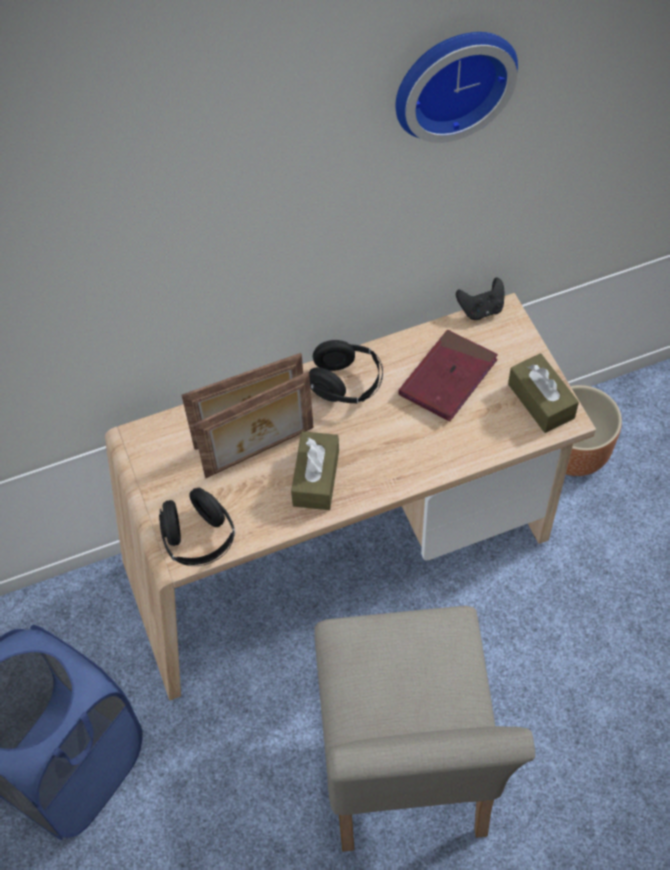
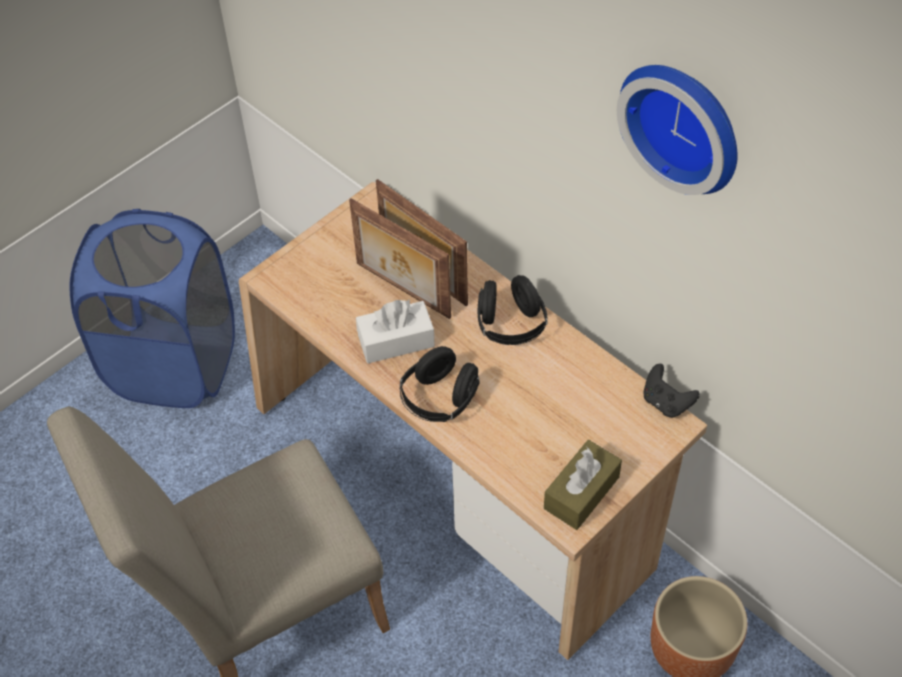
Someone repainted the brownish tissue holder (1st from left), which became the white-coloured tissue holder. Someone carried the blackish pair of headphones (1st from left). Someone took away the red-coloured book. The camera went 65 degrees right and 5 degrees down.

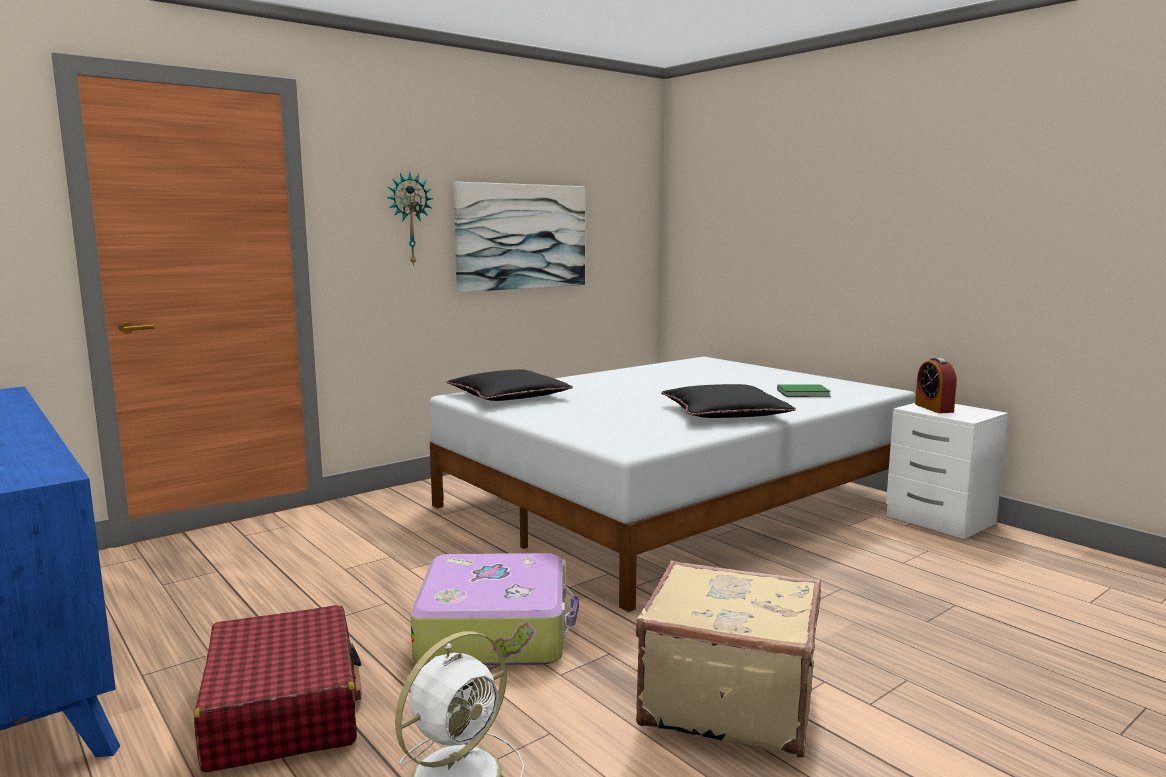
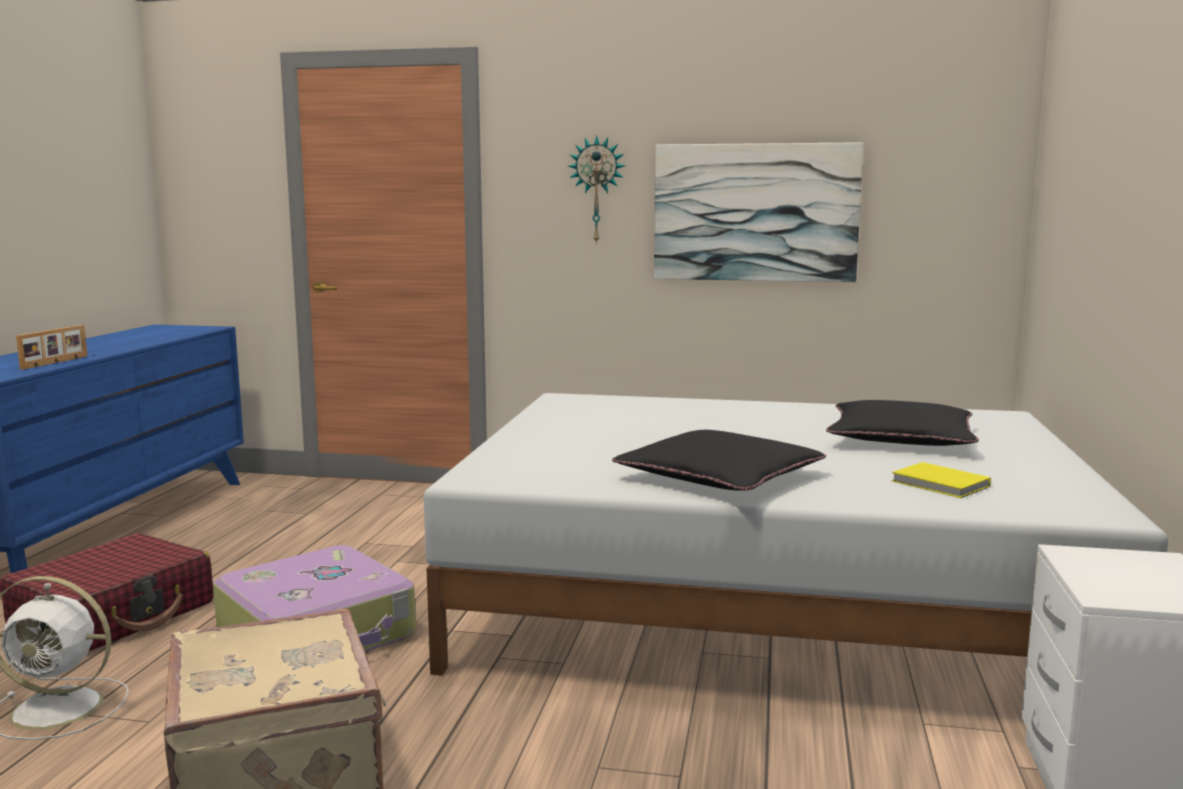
Someone put down the picture frame. Someone carried the blackish pillow (1st from left in the first image). Someone repainted the greenish book, which became the yellow-coloured book. Someone took away the alarm clock. The camera went 50 degrees right and 0 degrees up.

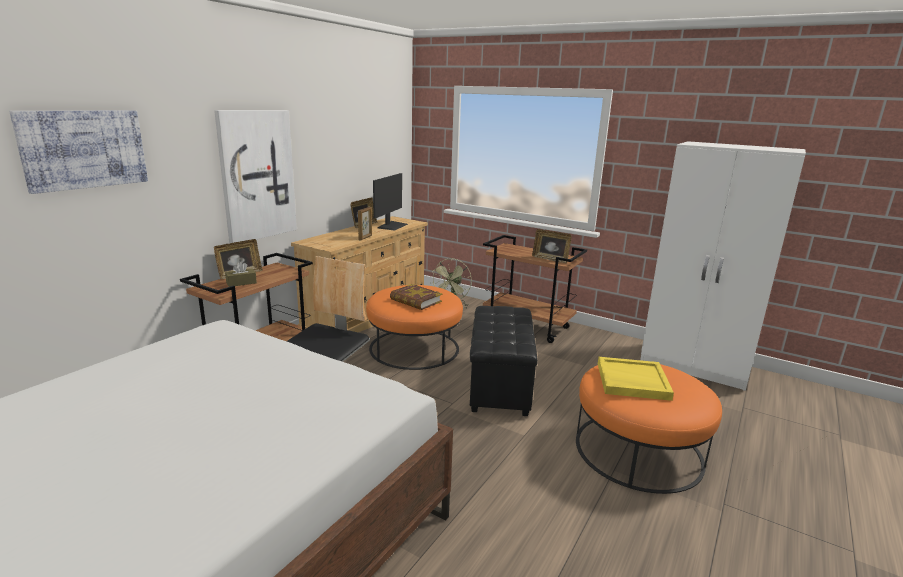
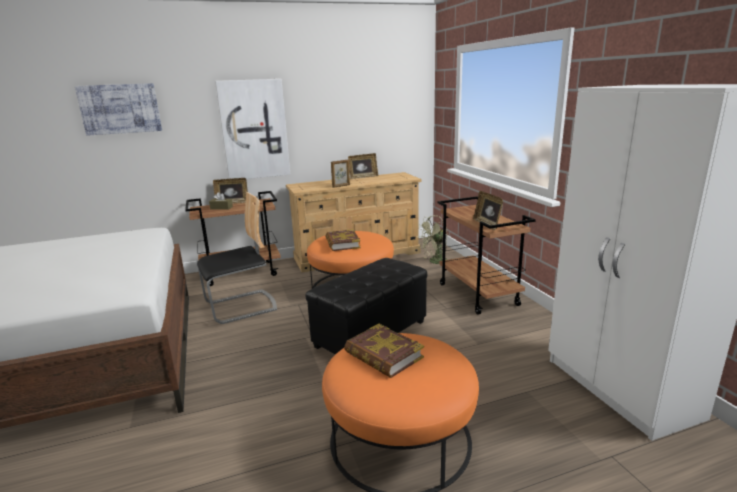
Someone swapped the yellow-coloured carrying tray for the book (2nd from left). Someone took away the computer screen. The camera went 40 degrees right and 0 degrees up.

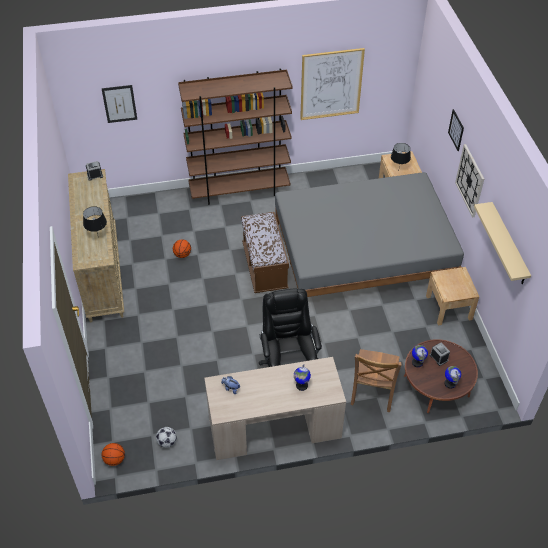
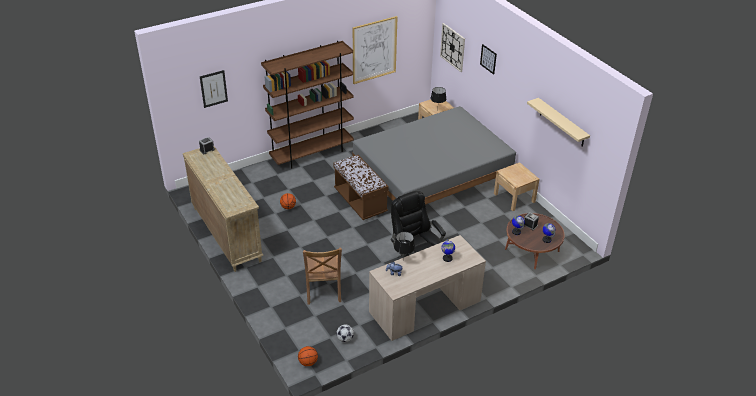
Someone carried the brownish plain chair. Someone carried the blackish table lamp (1st from left). Someone carried the wall clock. The camera went 20 degrees left and 10 degrees down.

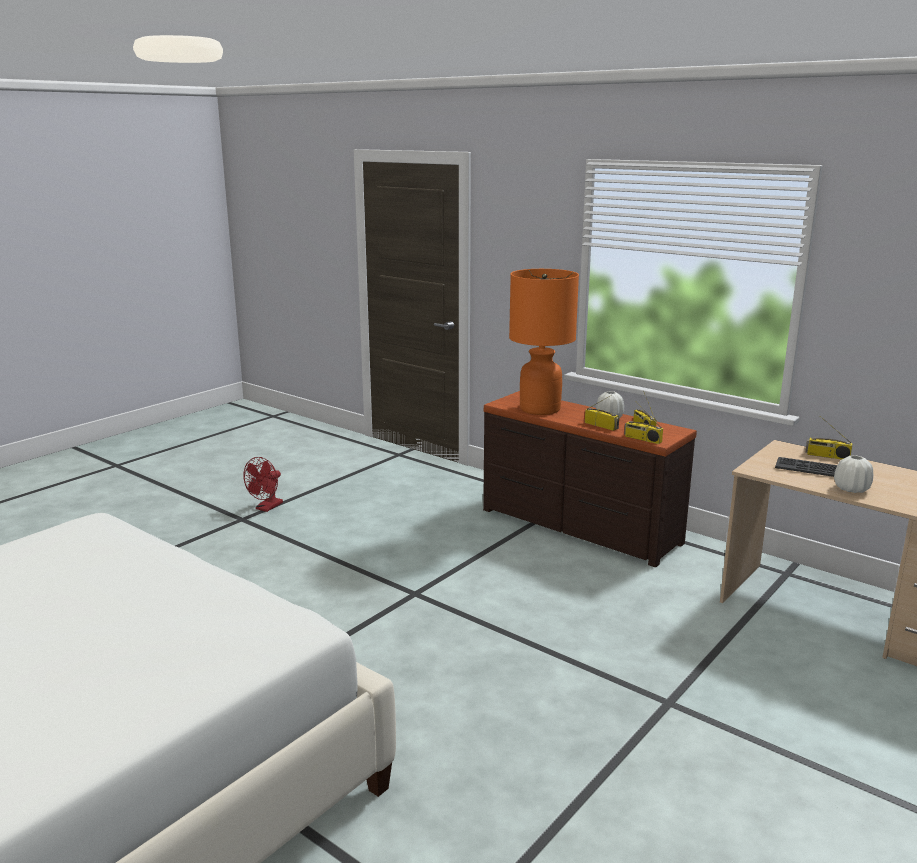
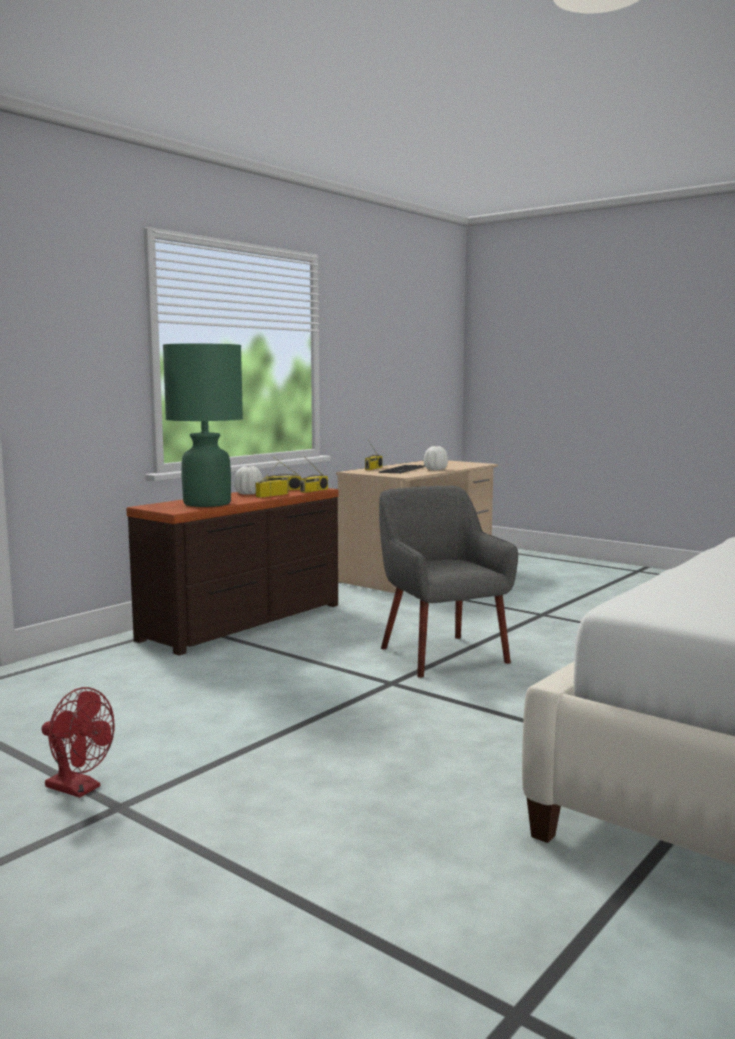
Someone repainted the orange table lamp, which became the greenish table lamp. Someone put down the gray armchair. The camera went 90 degrees left and 10 degrees down.

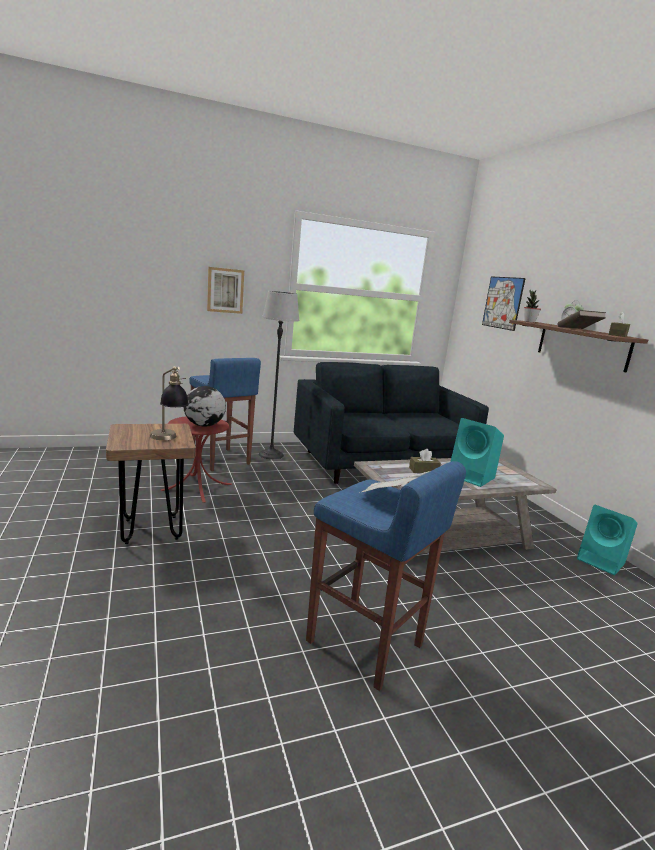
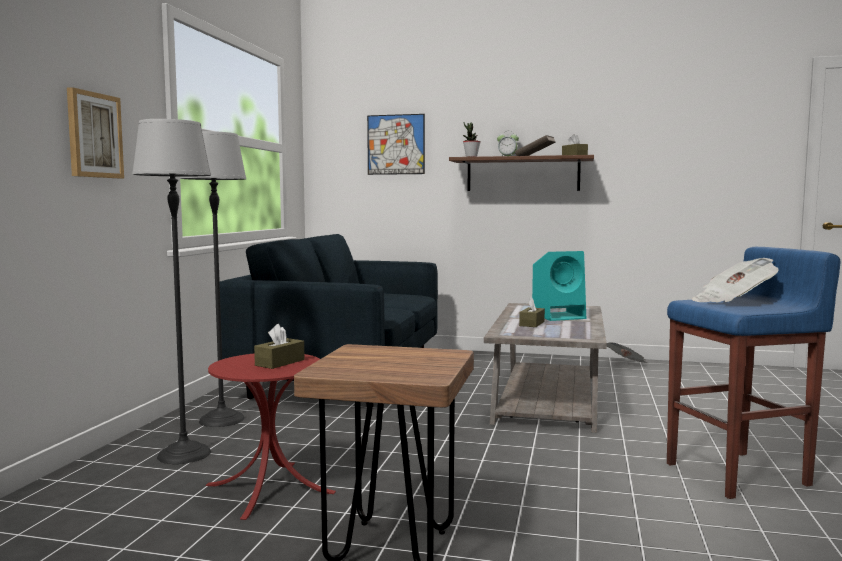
Someone swapped the blue stool (1st from left) for the standing lamp (1st from left). Someone swapped the world globe for the brownish tissue holder (1st from left). Someone swapped the turquoise-coloured loudspeaker (2nd from left) for the newspaper (1st from left). Someone took away the table lamp. The camera went 55 degrees left and 10 degrees down.

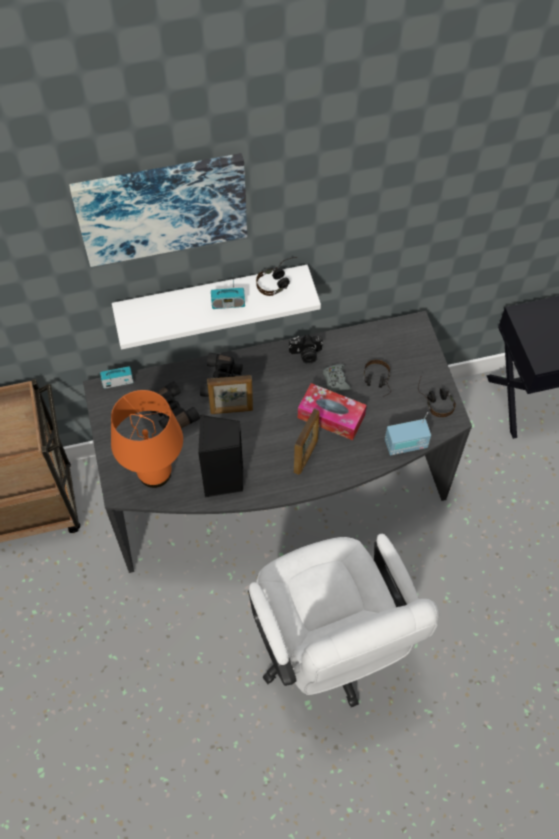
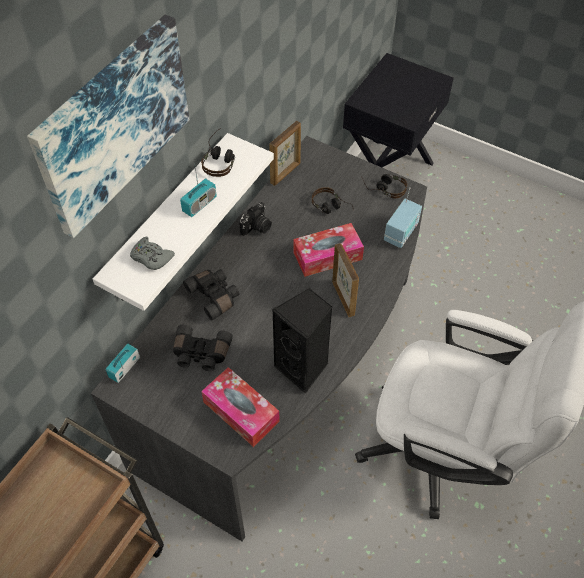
Someone carried the gray joypad. Someone swapped the orange table lamp for the tissue holder (1st from left). Someone carried the picture frame (1st from left). The camera went 45 degrees left and 5 degrees down.

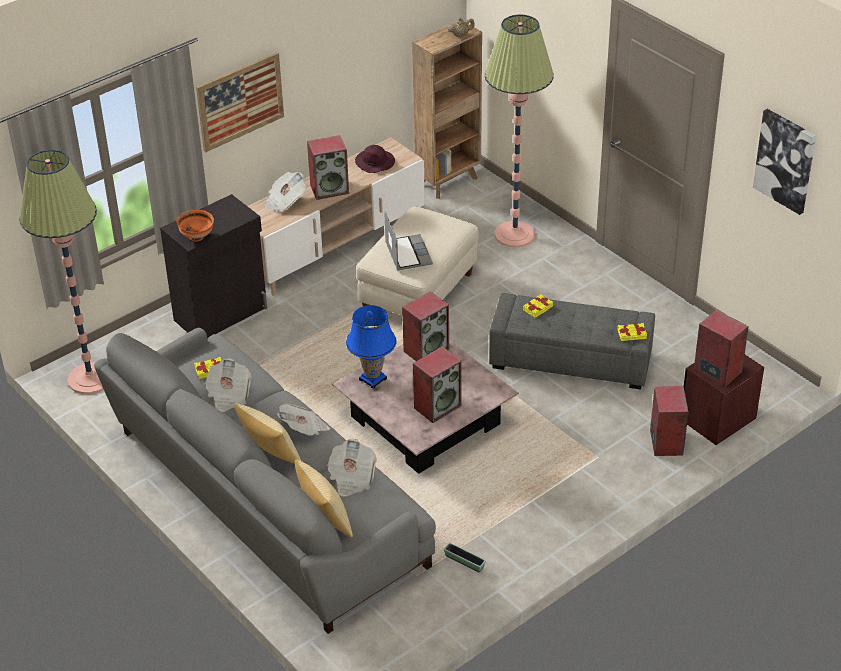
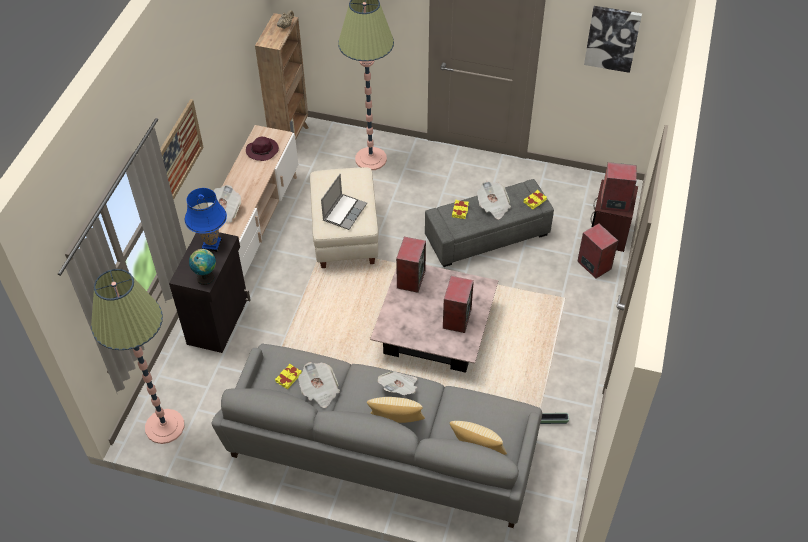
Someone carried the blue table lamp. Someone swapped the orange deep dish for the world globe. Someone rotated the laptop by 75 degrees clockwise. Someone carried the newspaper (4th from left). Someone took away the loudspeaker (1st from left). The camera went 35 degrees left and 10 degrees up.

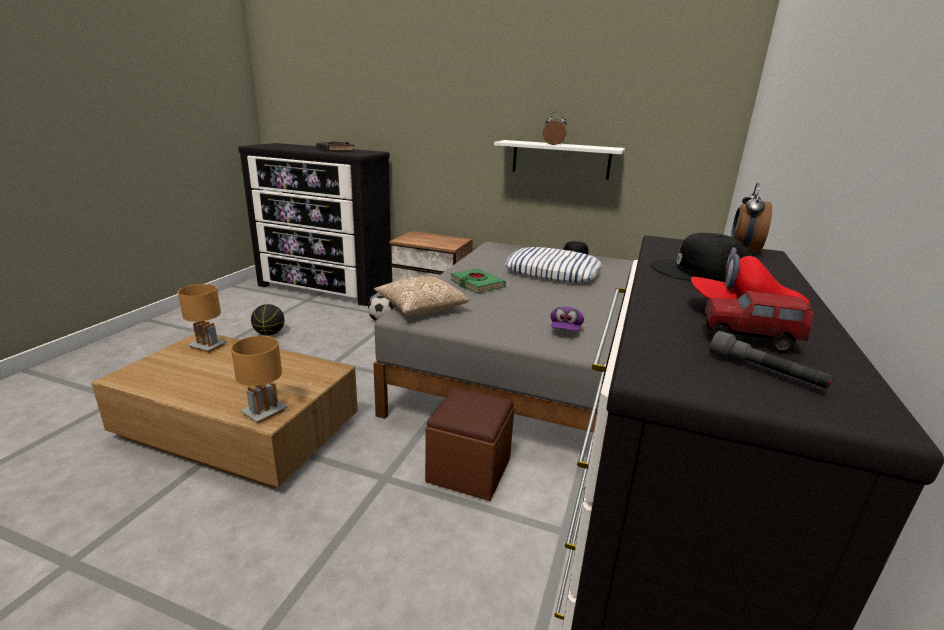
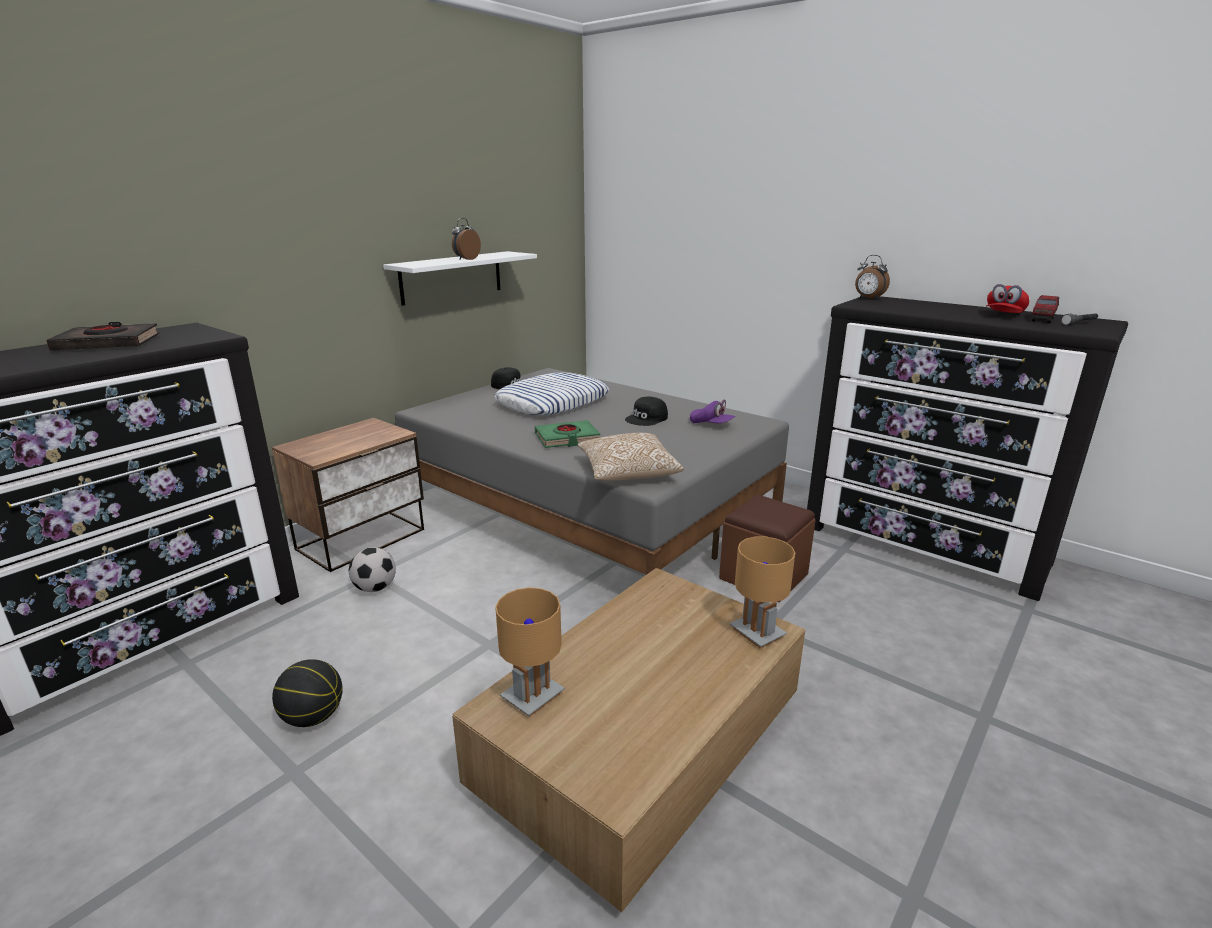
Someone carried the blackish cap (2nd from left). The camera went 70 degrees left and 0 degrees up.

